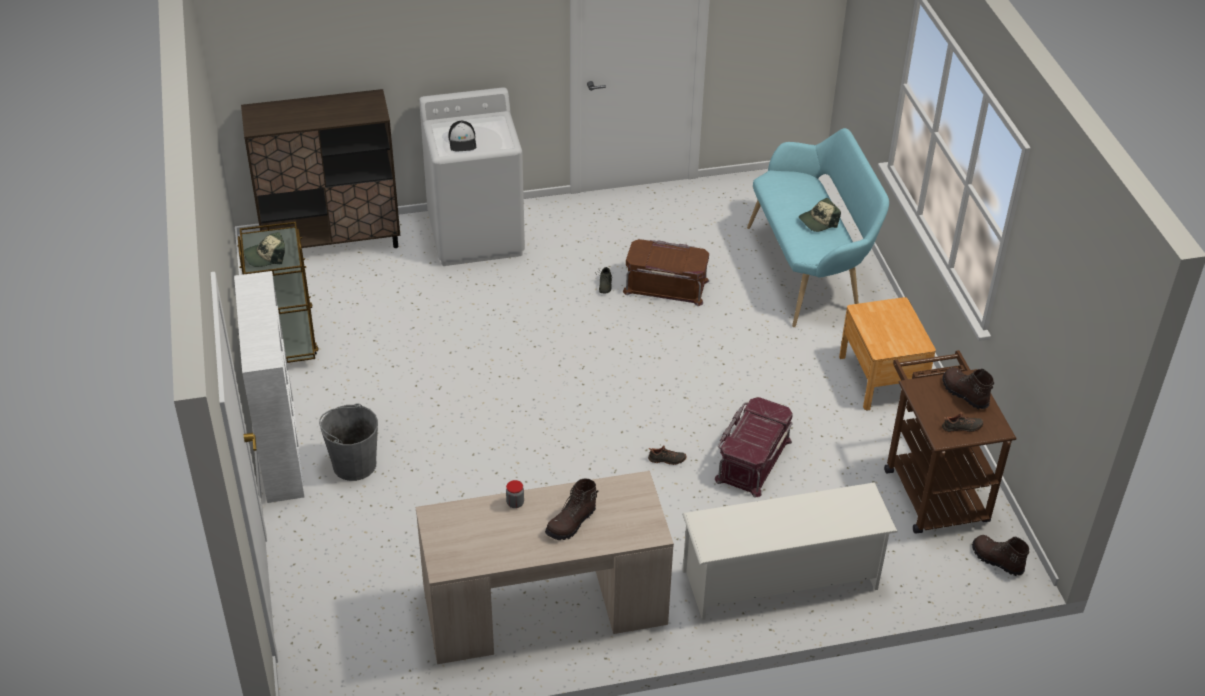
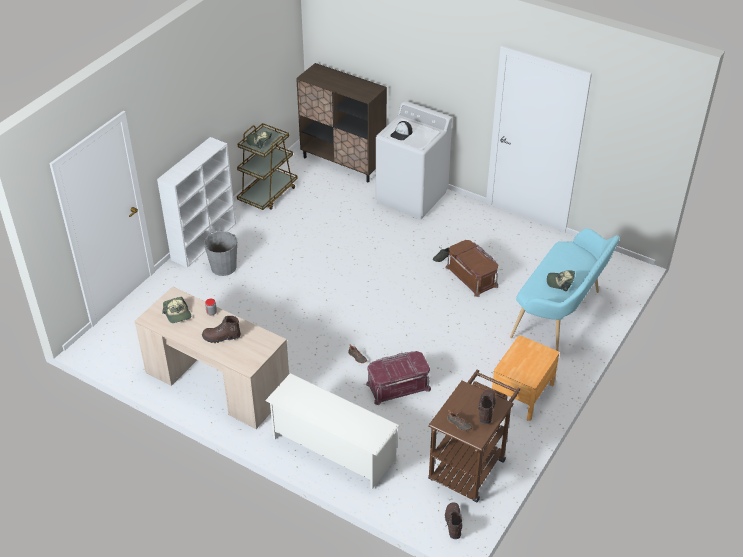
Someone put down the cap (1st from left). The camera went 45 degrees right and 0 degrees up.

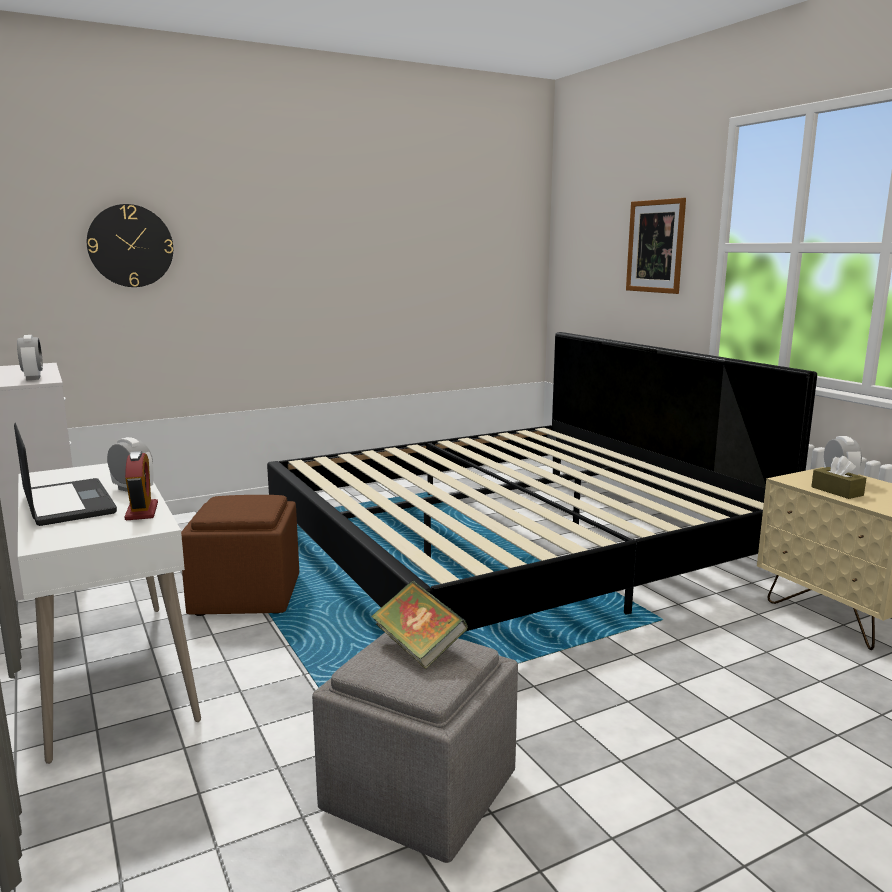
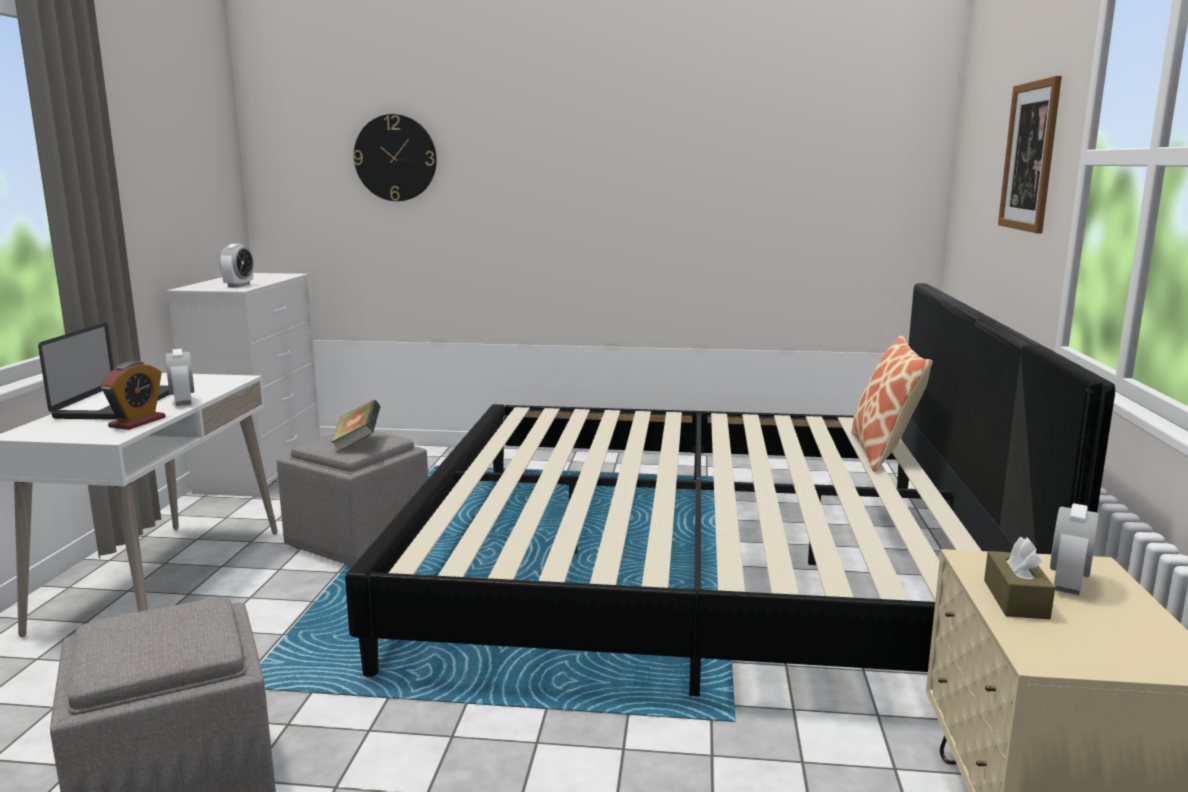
Someone repainted the brownish pouffe, which became the gray pouffe (2nd from left). Someone carried the book. Someone put down the pillow. The camera went 35 degrees right and 0 degrees up.

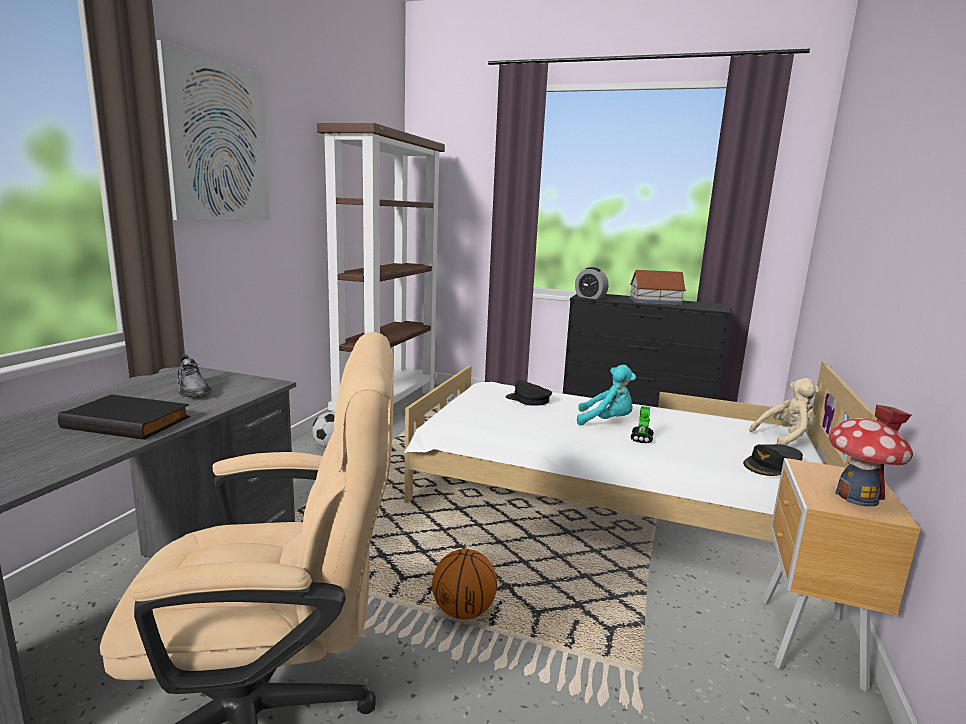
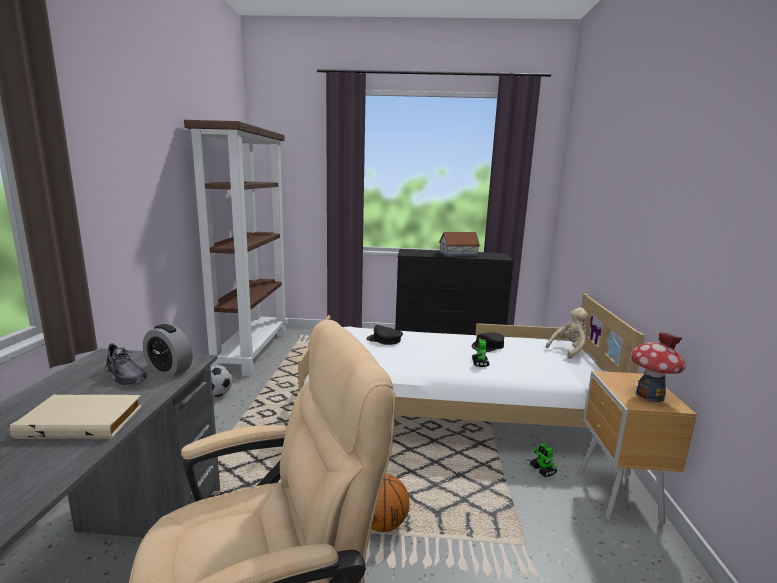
Someone repainted the blackish book, which became the sand-coloured book. Someone carried the alarm clock. Someone carried the blackish cap (2nd from left). Someone put down the robot figure (2nd from left). Someone took away the wall picture. Someone took away the turquoise-coloured cuddly toy. The camera went 15 degrees left and 0 degrees up.

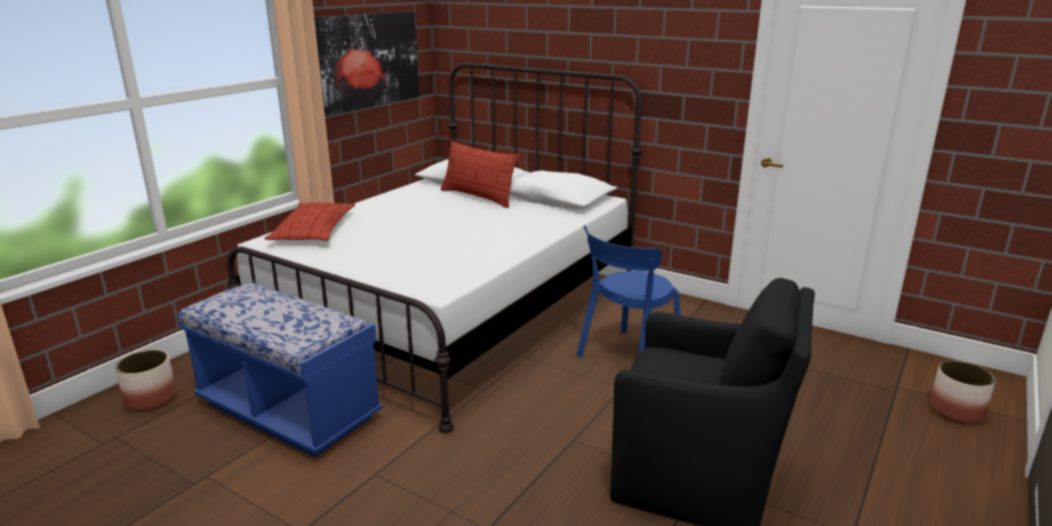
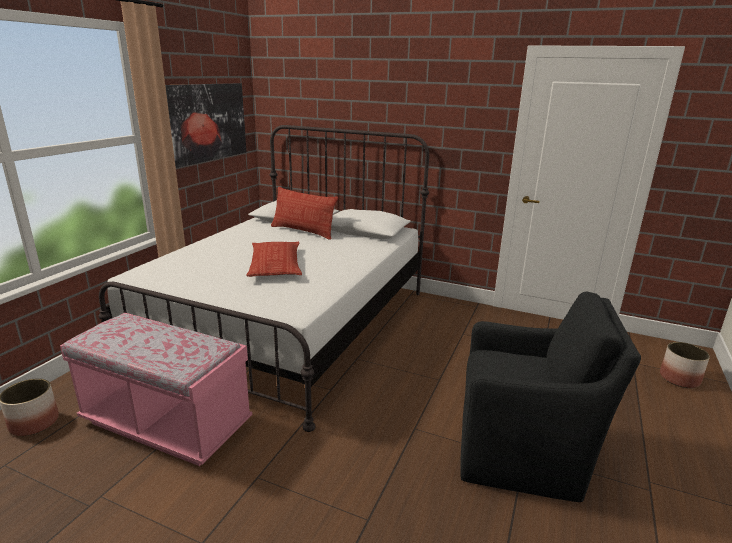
Someone repainted the blue indoor bench, which became the pink-coloured indoor bench. Someone carried the pillow (1st from left). Someone took away the blue plain chair. The camera went 10 degrees left and 0 degrees up.

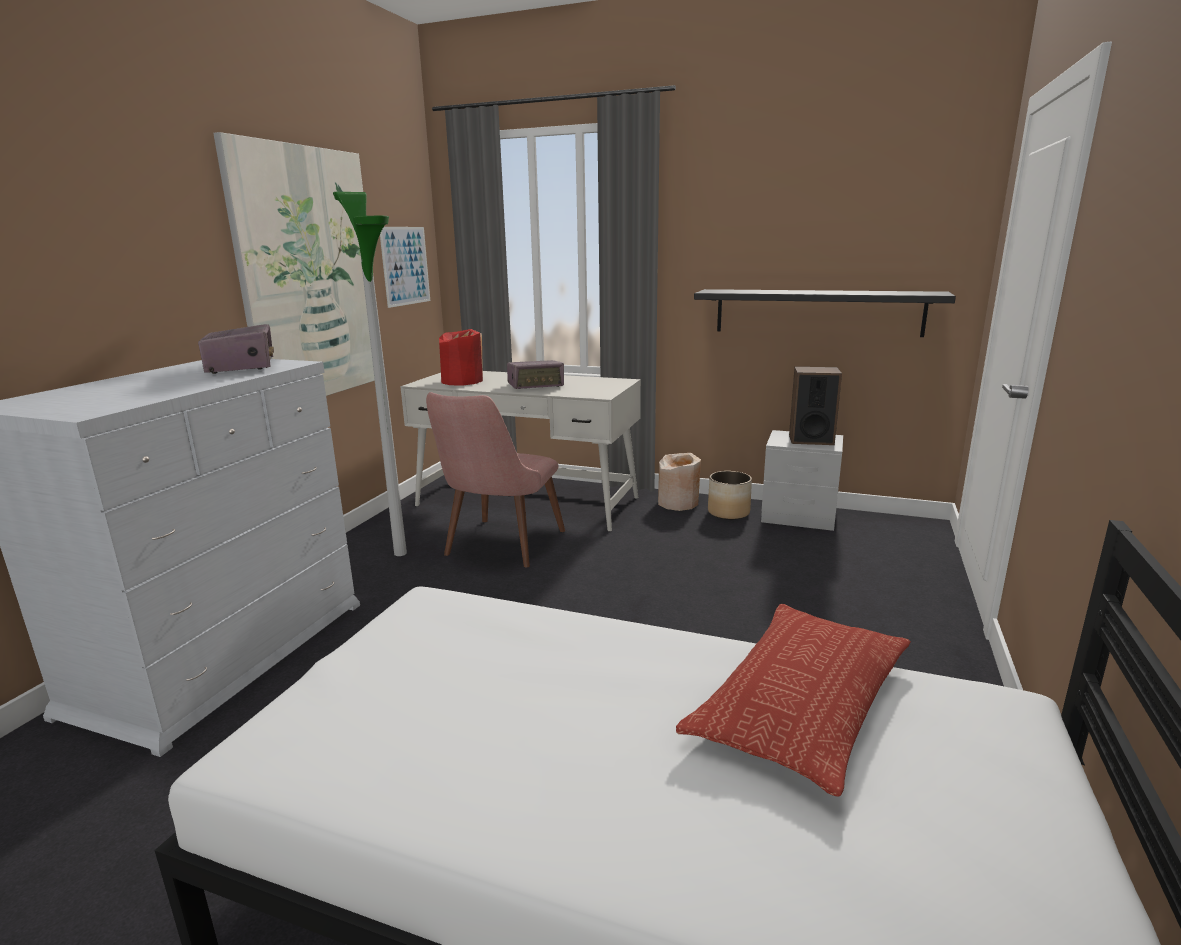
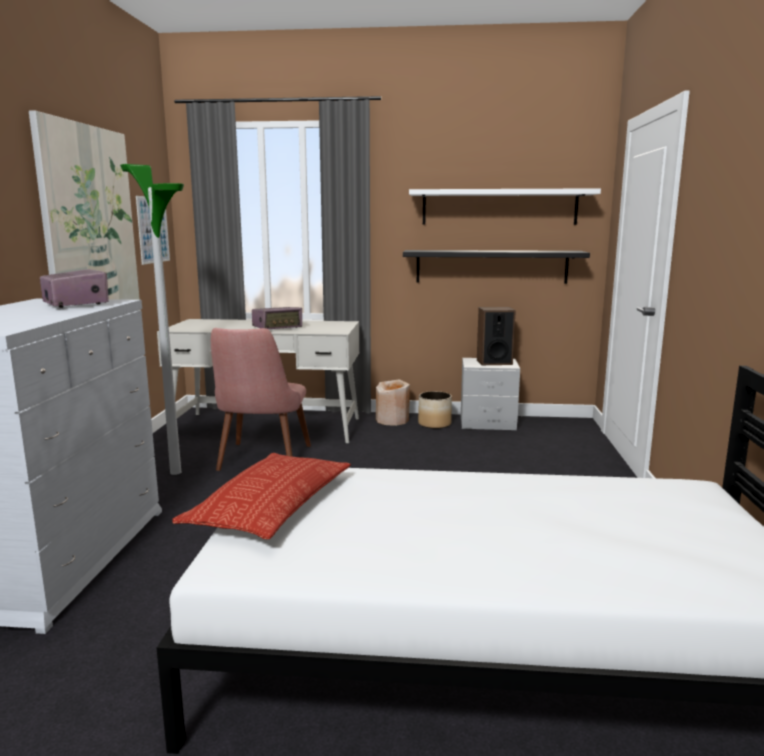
Someone carried the pillow. Someone put up the white-coloured shelf. Someone took away the red-coloured decorative vase. The camera went 15 degrees left and 5 degrees down.

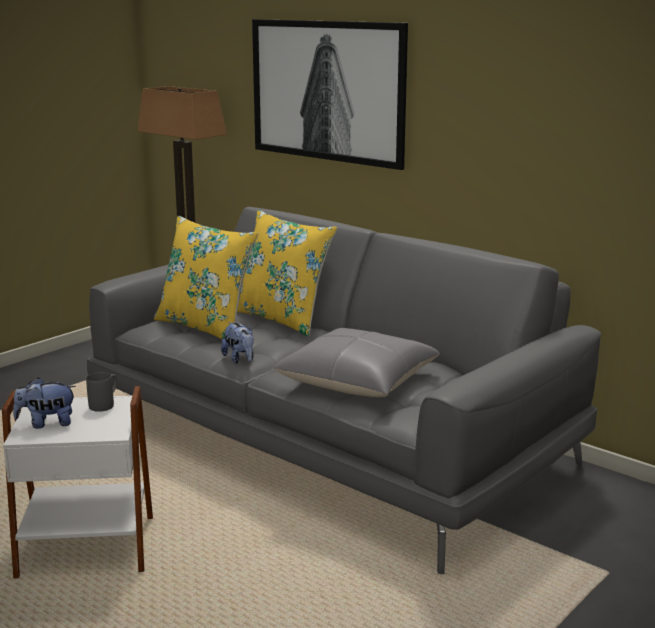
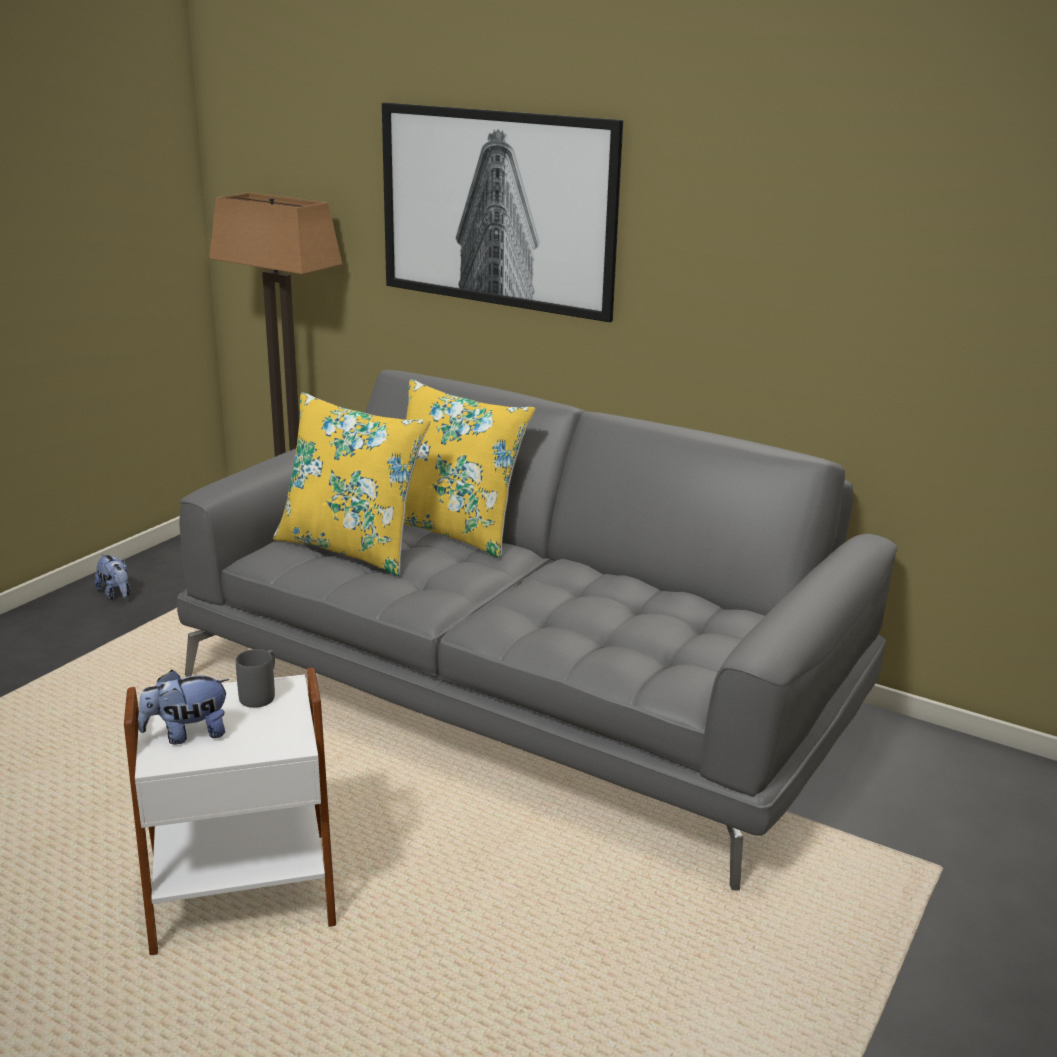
Someone carried the cuddly toy (2nd from left in the first image). Someone took away the gray pillow. The camera went 10 degrees left and 5 degrees up.

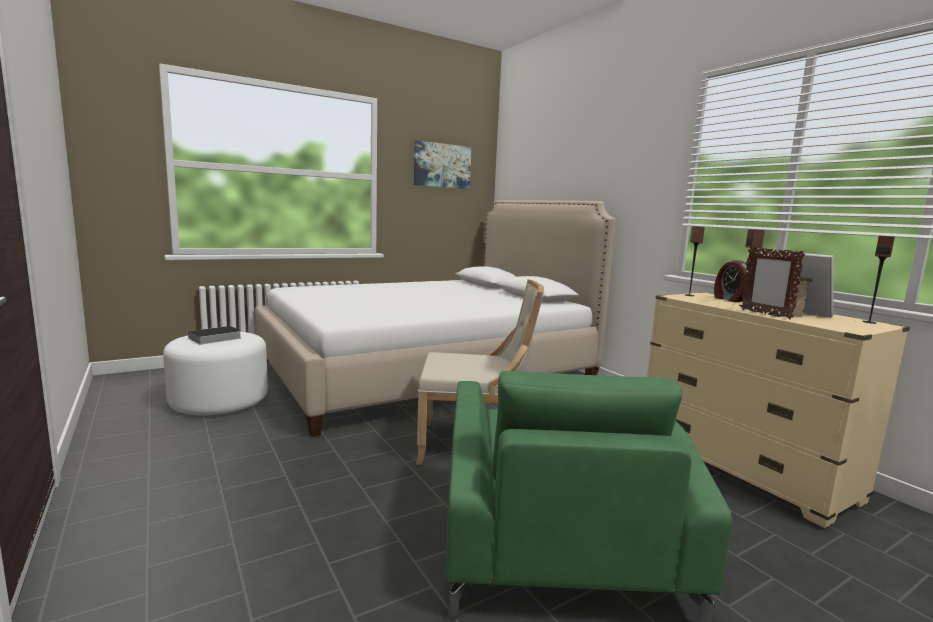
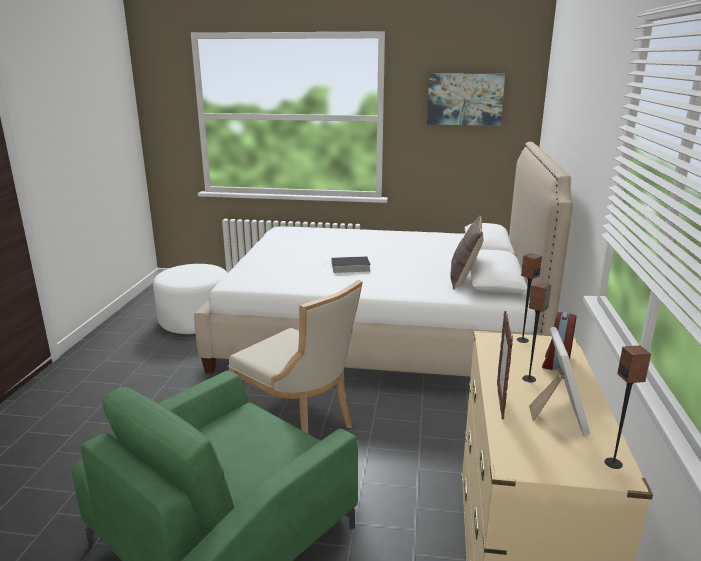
Someone carried the book. Someone put down the pillow. The camera went 40 degrees right and 10 degrees up.

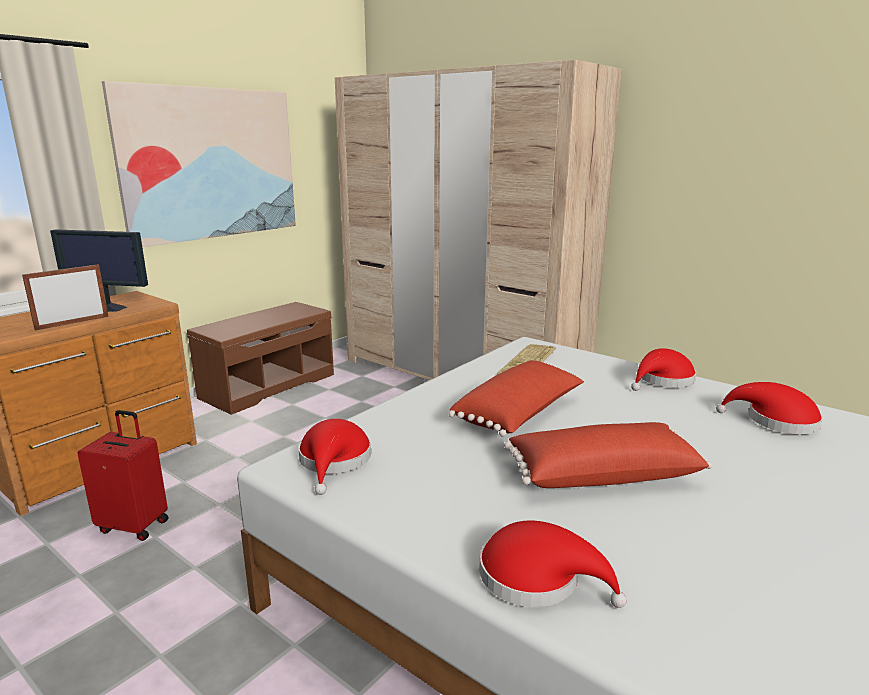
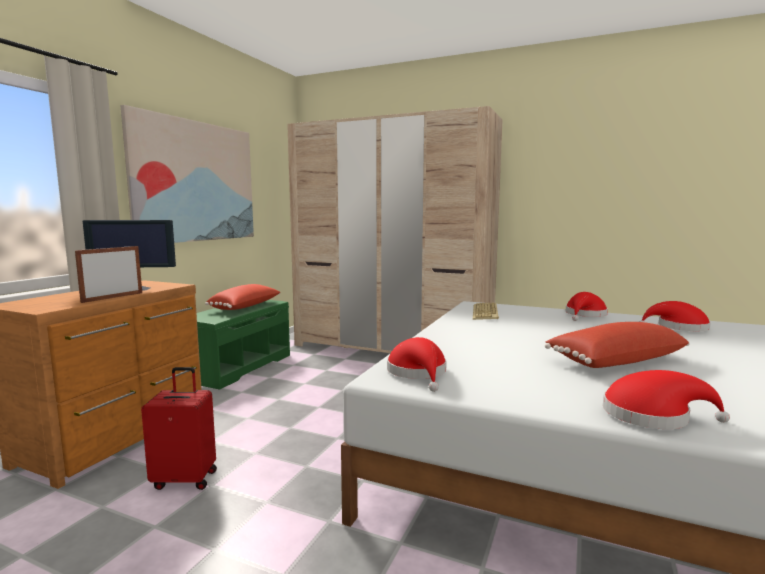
Someone repainted the brownish indoor bench, which became the greenish indoor bench. Someone carried the red-coloured pillow (1st from left). The camera went 15 degrees left and 10 degrees down.

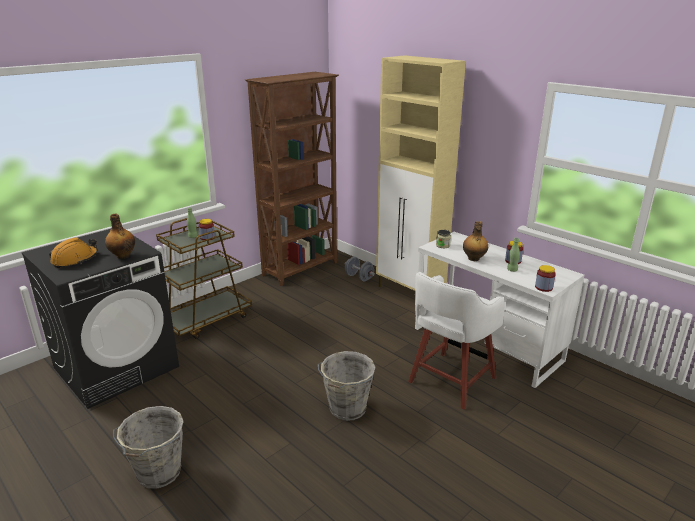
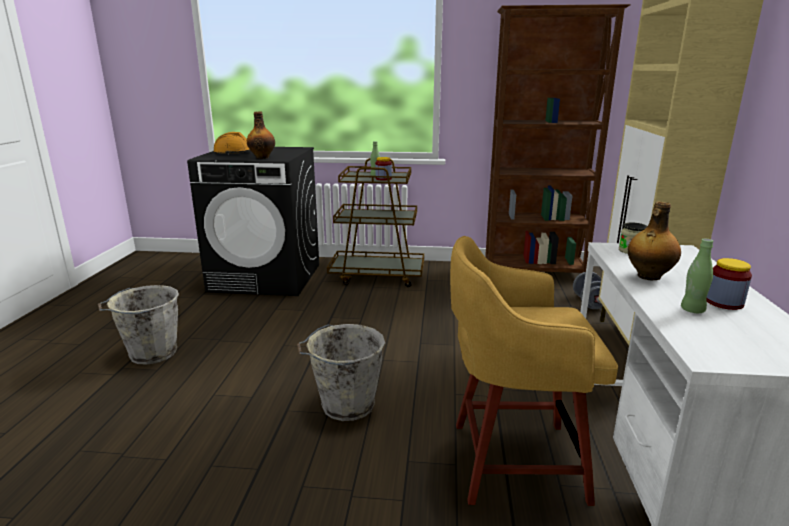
Someone repainted the white-coloured stool, which became the yellow-coloured stool. Someone took away the jar (4th from left). The camera went 50 degrees right and 5 degrees down.

